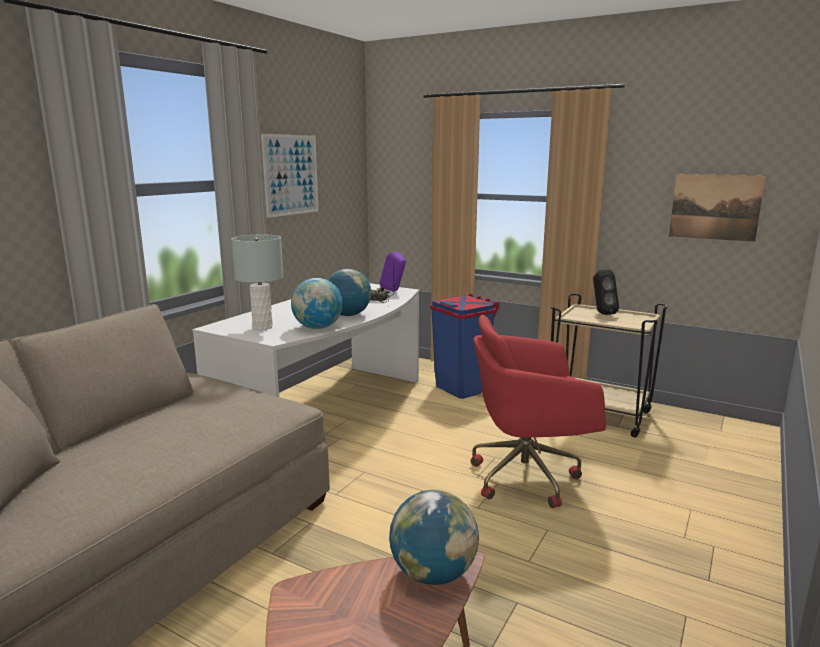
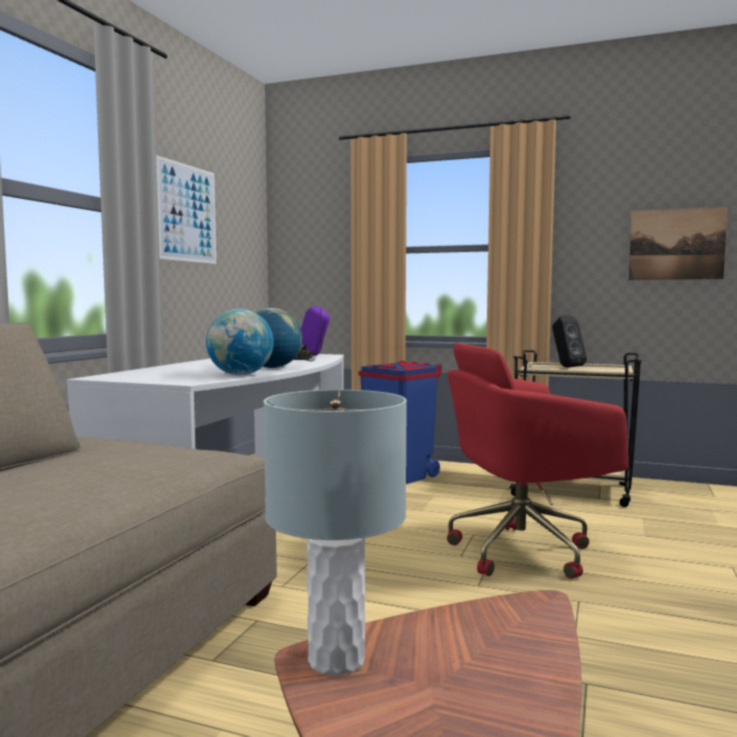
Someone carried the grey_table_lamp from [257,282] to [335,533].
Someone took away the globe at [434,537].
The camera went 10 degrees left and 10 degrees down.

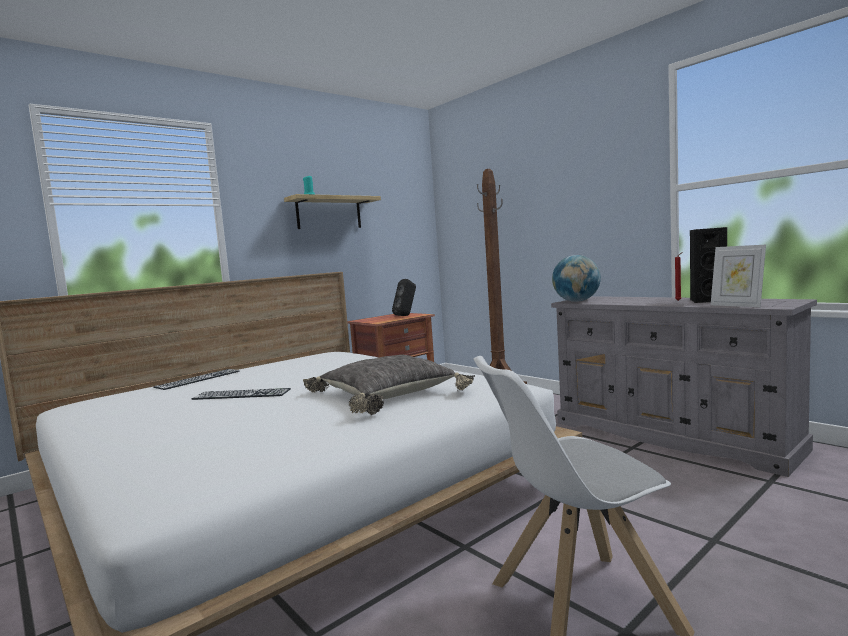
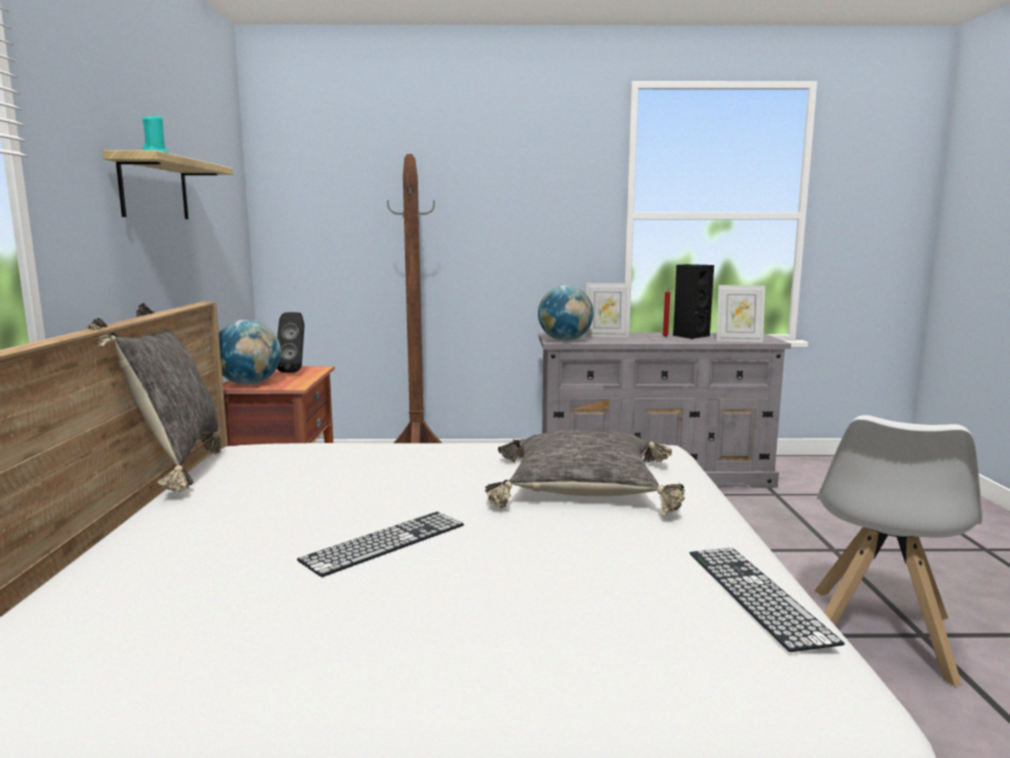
Someone put down the pillow at [154,397].
Someone put down the globe at [250,352].
Someone put down the picture_frame at [607,310].
Someone carried the keyboard from [196,379] to [767,599].
The camera went 50 degrees left and 5 degrees up.

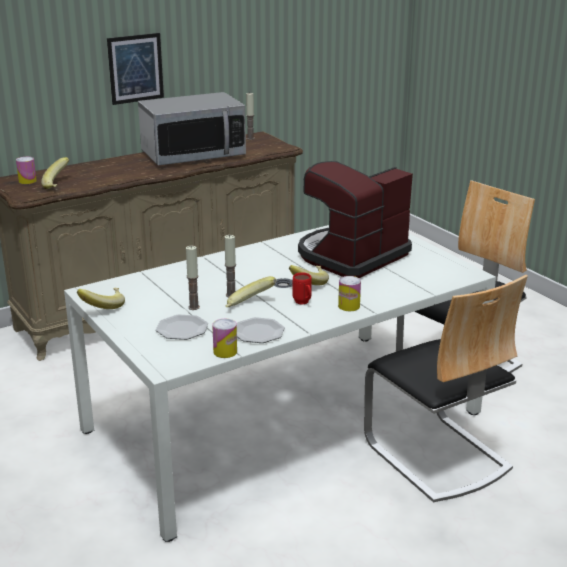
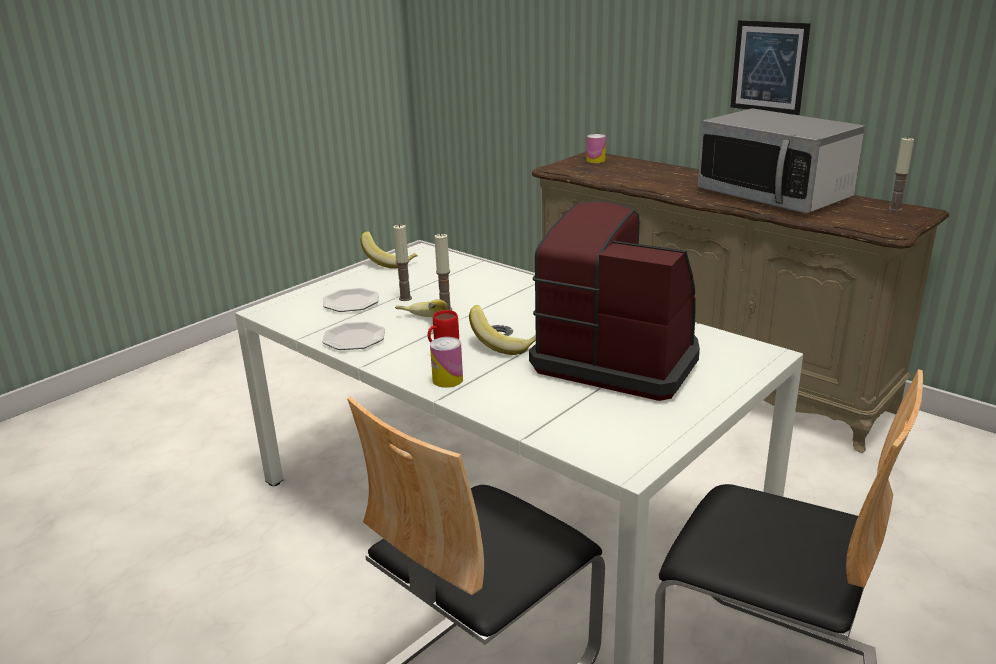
Someone took away the banana at [55,173].
Someone took away the can at [224,338].
The camera went 75 degrees right and 0 degrees up.

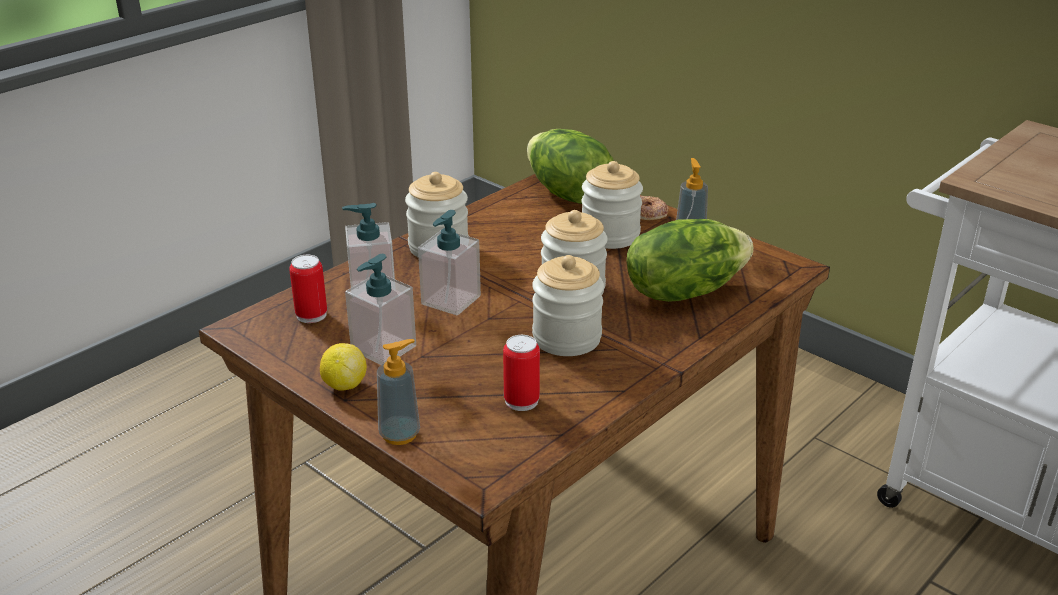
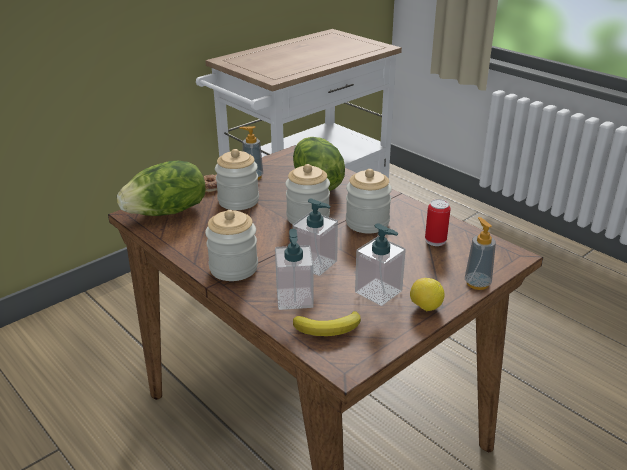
Someone swapped the can at [308,289] for the banana at [327,323].
The camera went 85 degrees left and 0 degrees up.

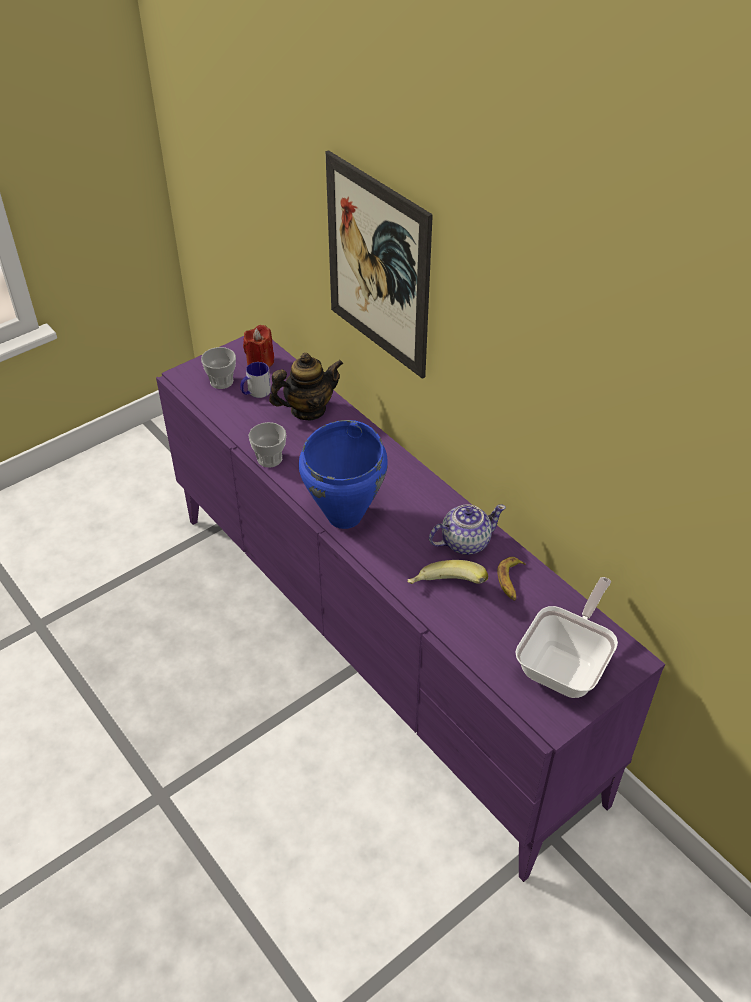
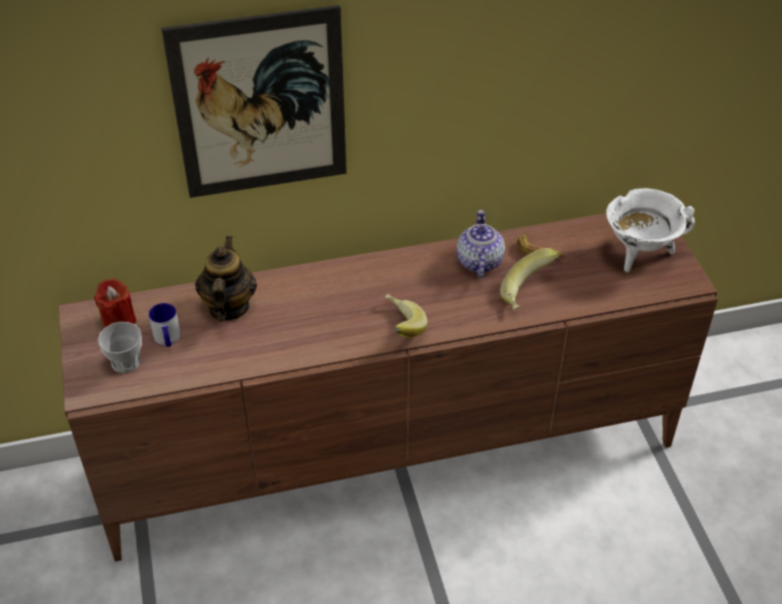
Someone repainted the purple_cabinet at [410,609], which became the brown_cabinet at [388,387].
Someone swapped the blue_cooking_pot at [343,474] for the banana at [406,316].
Someone swapped the frying_pan at [566,637] for the white_cooking_pot at [650,230].
Someone took away the cup at [267,445].
The camera went 65 degrees left and 0 degrees up.

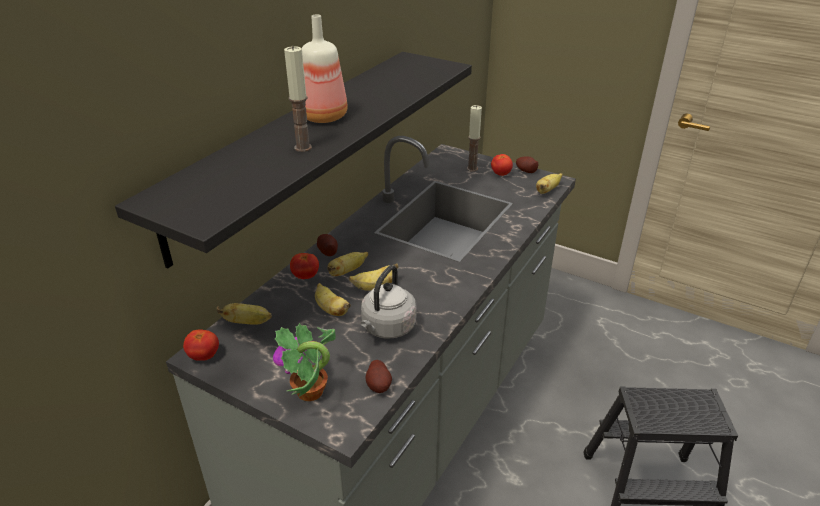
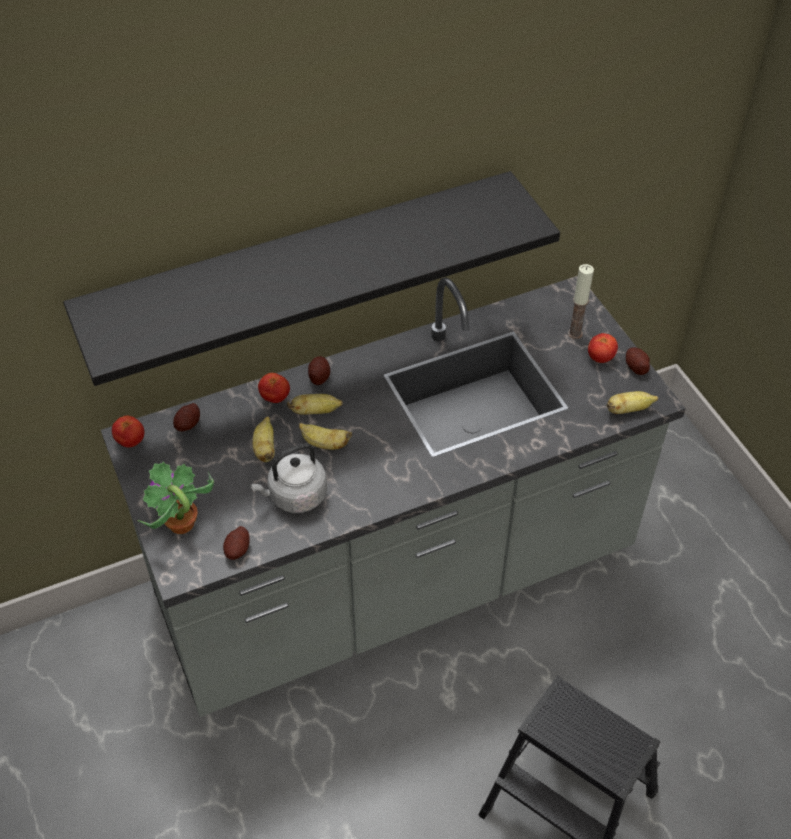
Someone swapped the banana at [244,314] for the potato at [186,417].
Someone took away the candle at [298,98].
Someone took away the bottle at [325,68].
The camera went 35 degrees right and 15 degrees up.

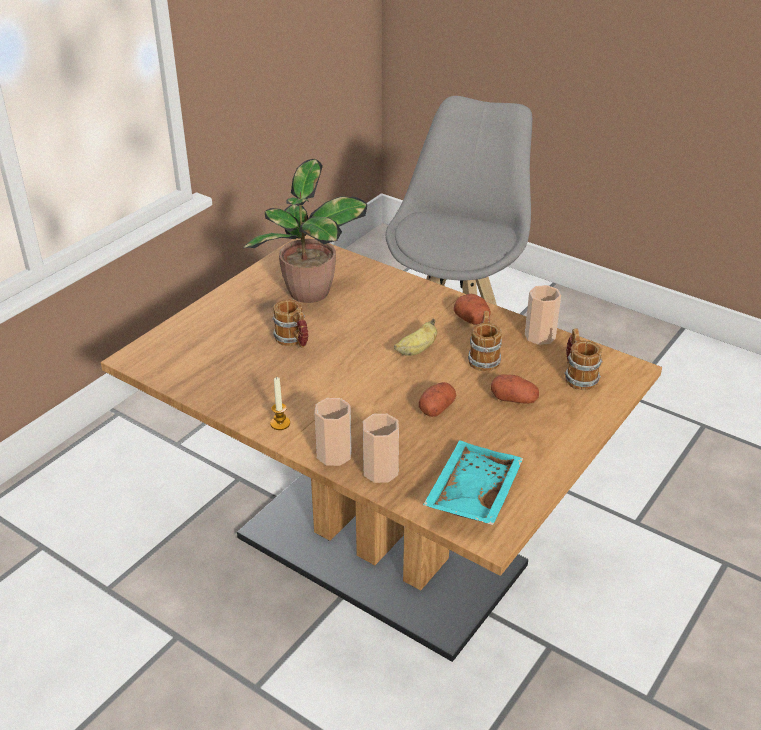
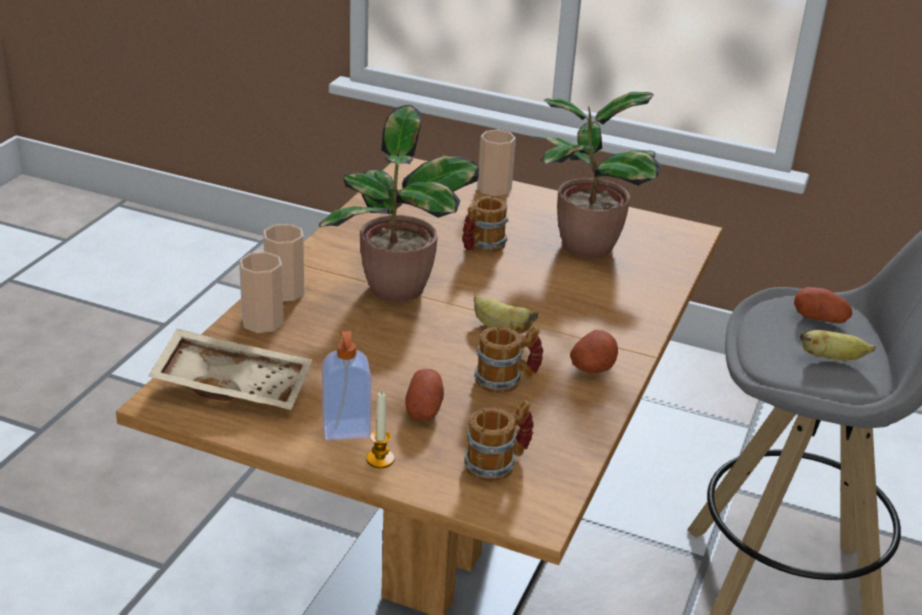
Someone repainted the turquoise_tray at [473,482], which became the beige_tray at [231,369].
Someone put down the potted_plant at [399,203].
Someone put down the soap_dispenser at [346,385].
Someone carried the candle from [280,403] to [380,430].
Someone carried the cup from [543,315] to [496,163].
Someone carried the potato from [438,399] to [823,305].
Someone put down the banana at [838,345].
The camera went 75 degrees right and 5 degrees down.

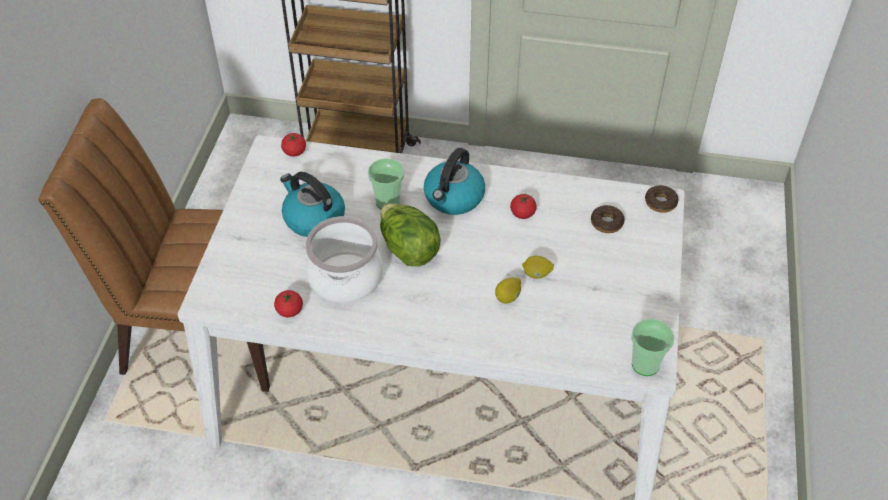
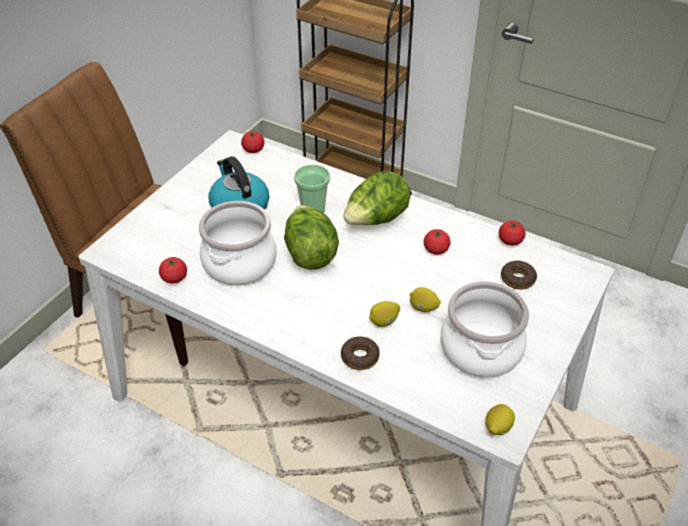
Someone carried the donut from [661,199] to [360,353].
Someone swapped the kettle at [454,181] for the lettuce at [377,198].
Someone put down the cooking_pot at [484,329].
Someone swapped the cup at [652,347] for the lemon at [500,419].
Someone put down the tomato at [512,233].
The camera went 20 degrees right and 5 degrees down.

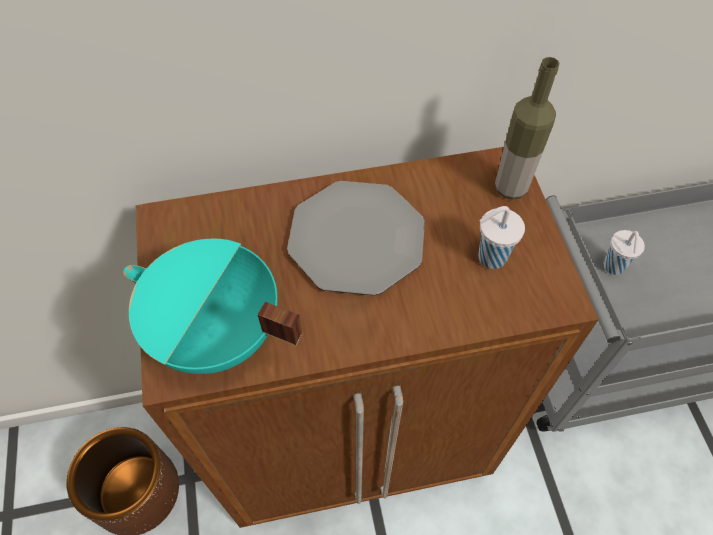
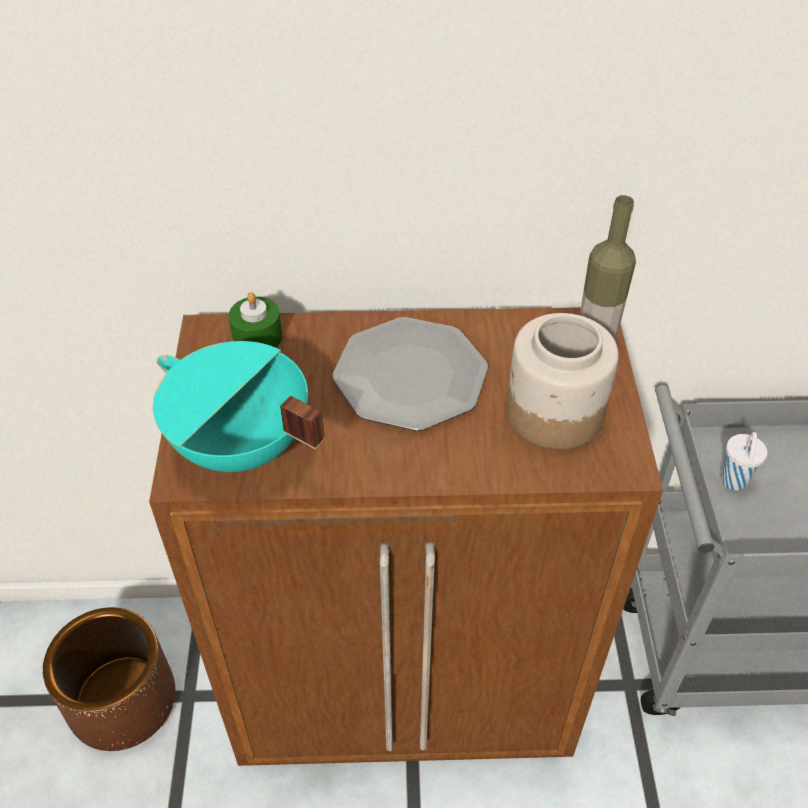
Someone put down the green_candle at [255,320].
Someone swapped the white_cup at [501,237] for the jar at [563,381].
The camera went 10 degrees right and 10 degrees down.

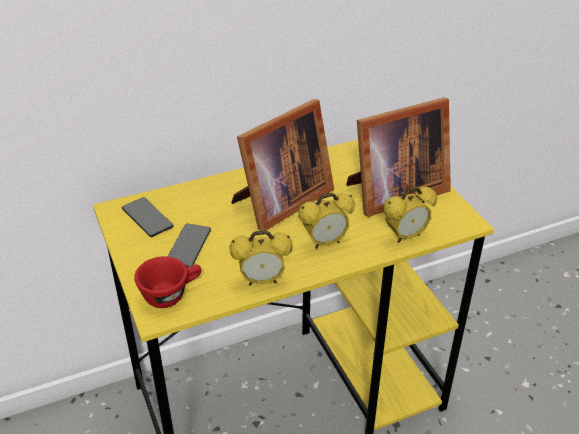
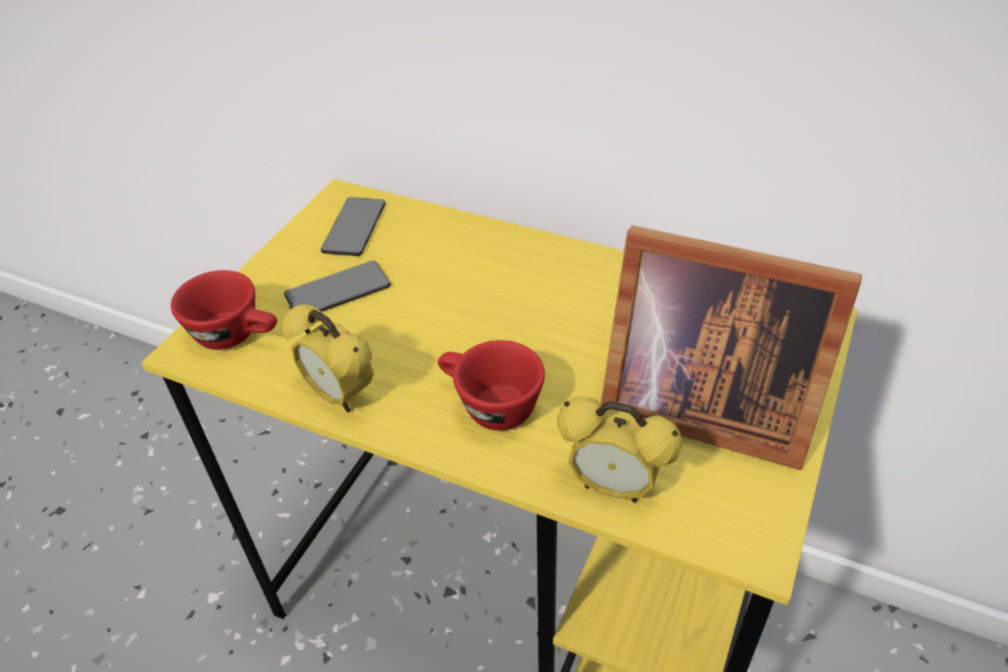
Someone swapped the alarm_clock at [326,220] for the red_cup at [491,385].
Someone took away the picture_frame at [282,165].
The camera went 50 degrees right and 5 degrees up.

